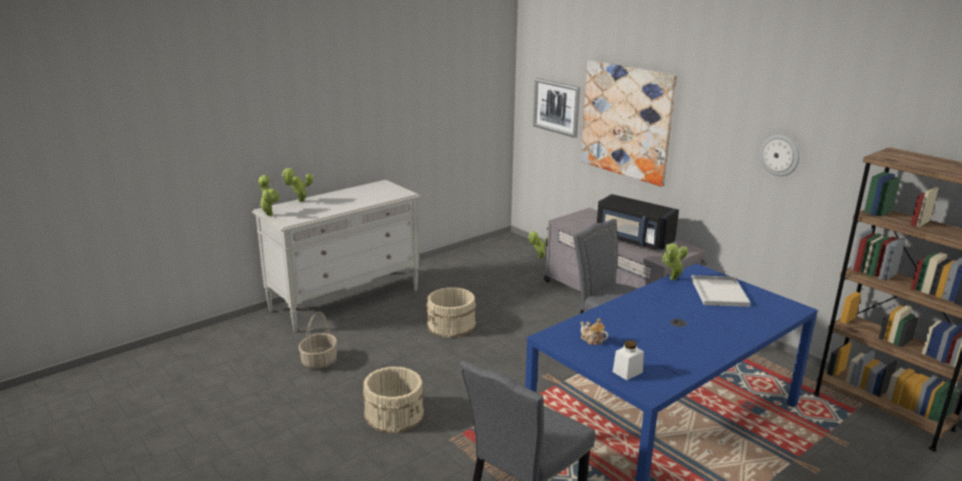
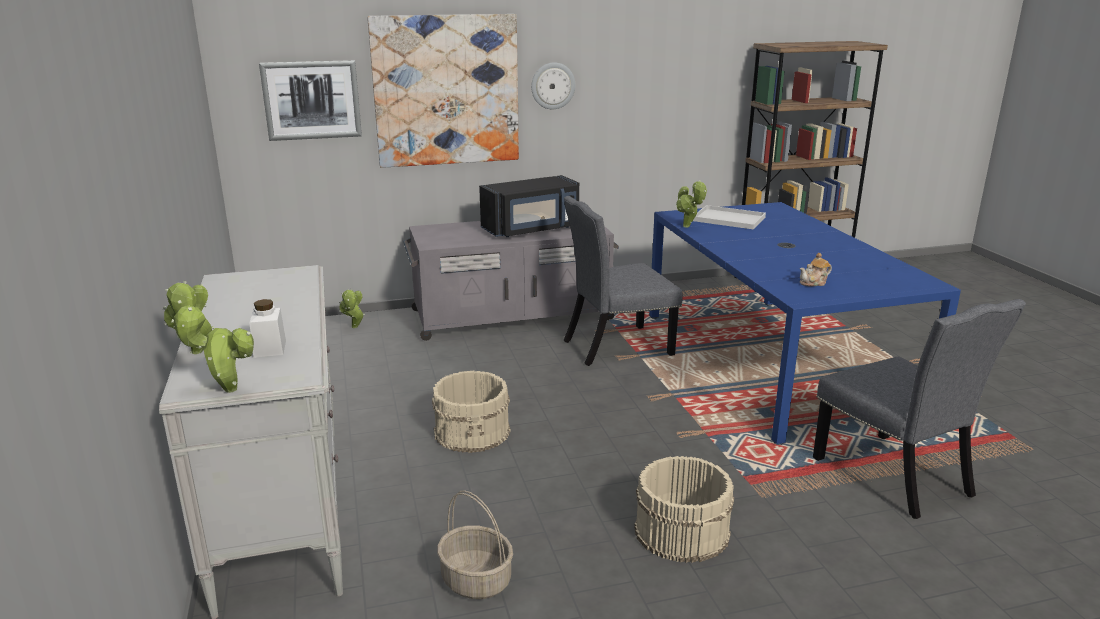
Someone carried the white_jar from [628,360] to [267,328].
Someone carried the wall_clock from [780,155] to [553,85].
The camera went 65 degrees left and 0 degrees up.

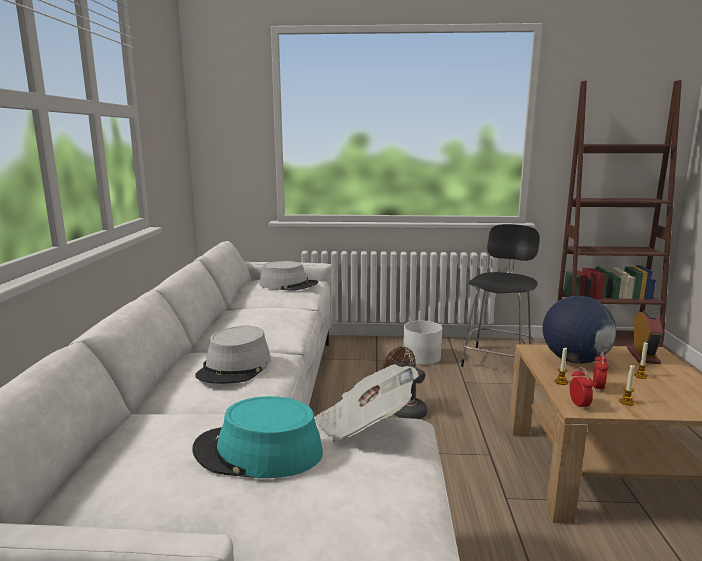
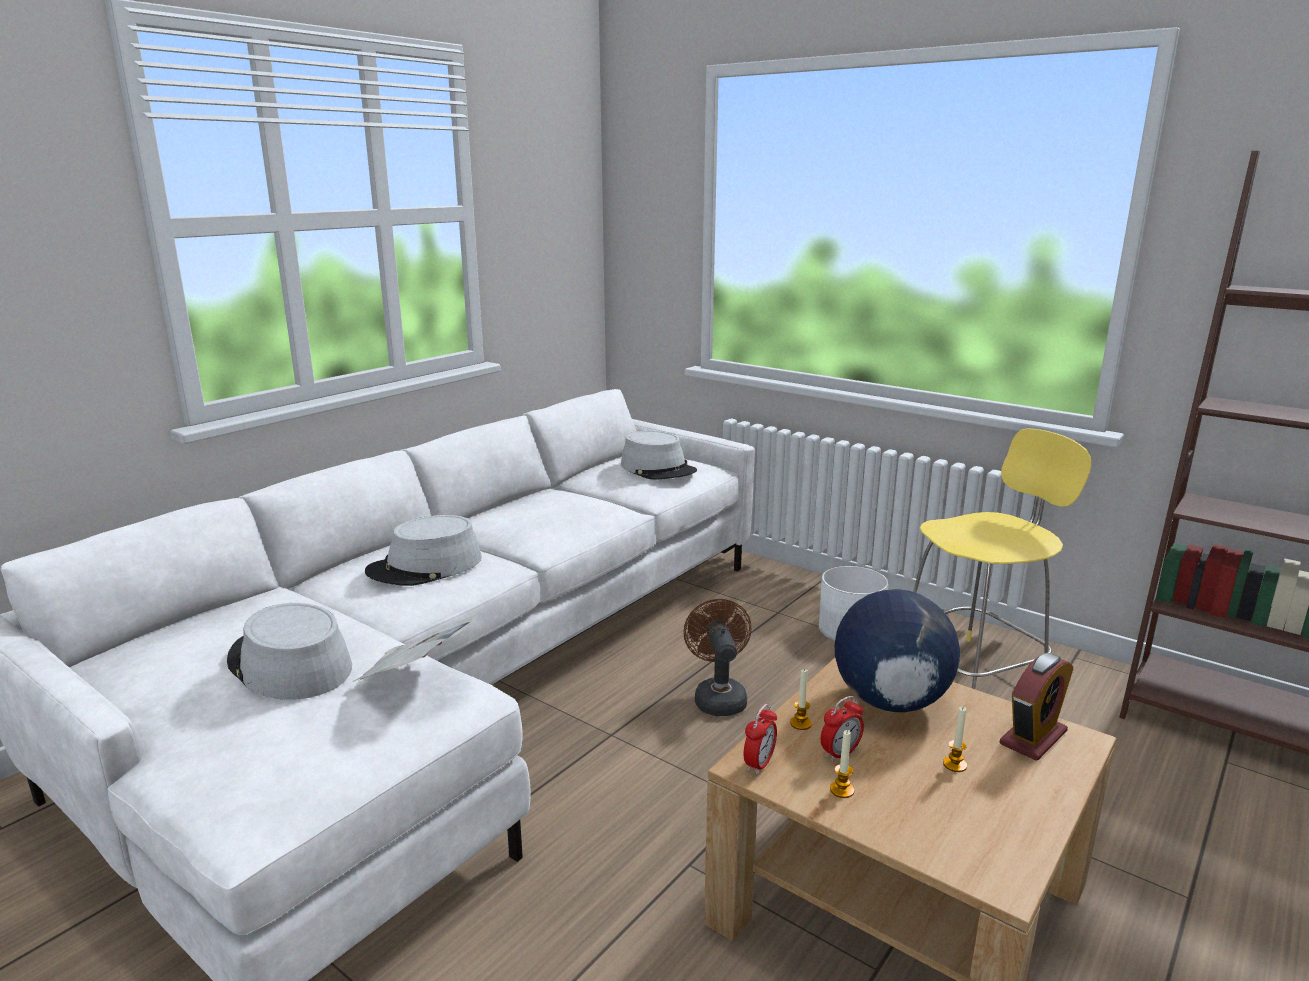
Someone repainted the turquoise_hat at [257,437], which became the grey_hat at [289,651].
Someone repainted the black_stool at [500,295], which became the yellow_stool at [1002,559].
The camera went 35 degrees right and 5 degrees up.

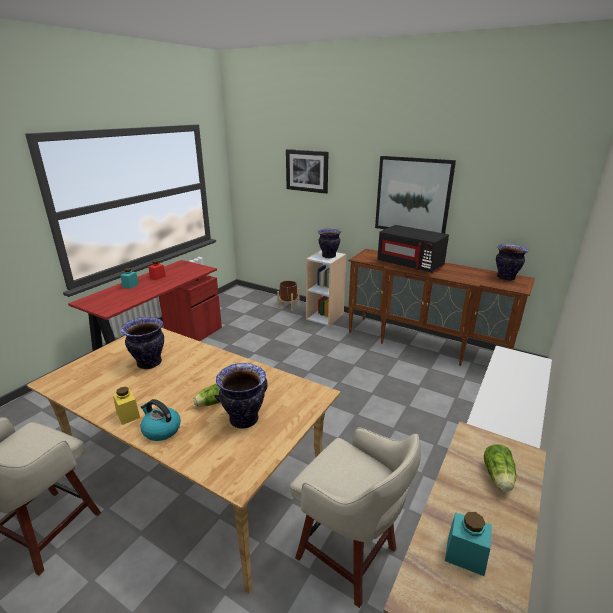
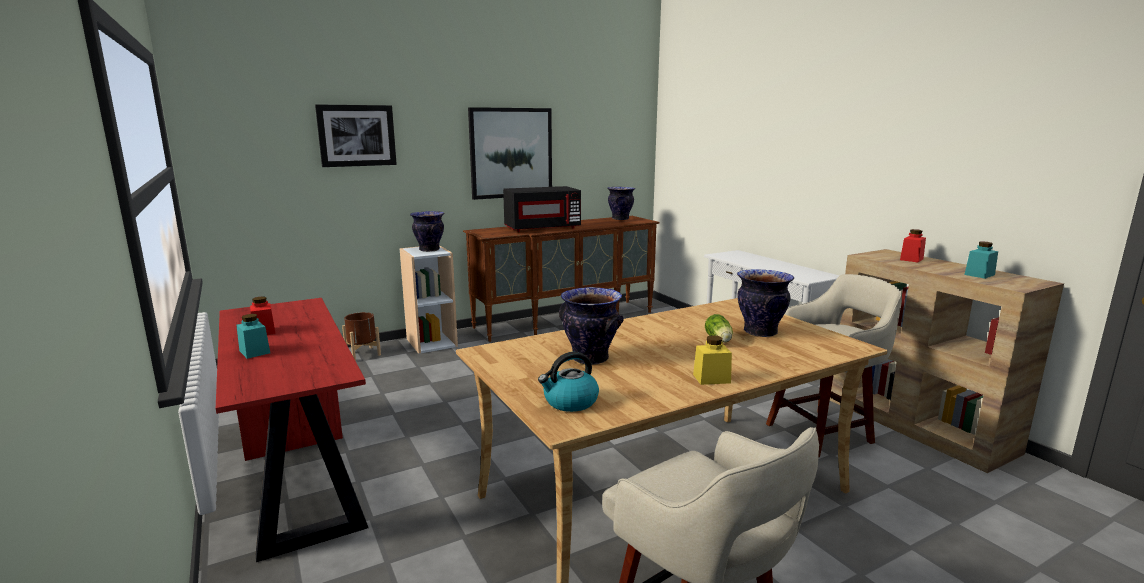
Someone carried the kettle from [160,420] to [568,382].
Someone swapped the lettuce at [500,468] for the red_jar at [913,246].
The camera went 60 degrees left and 10 degrees down.

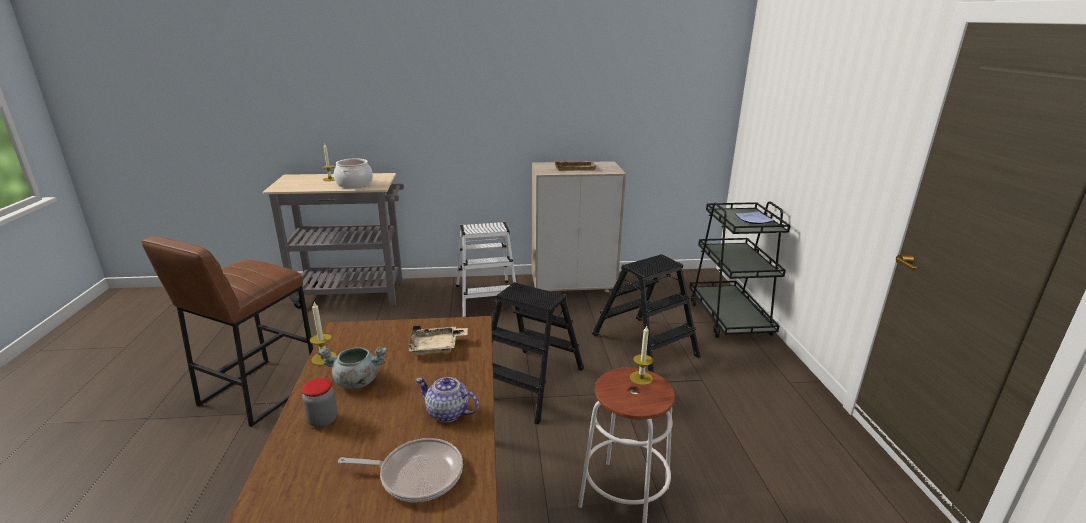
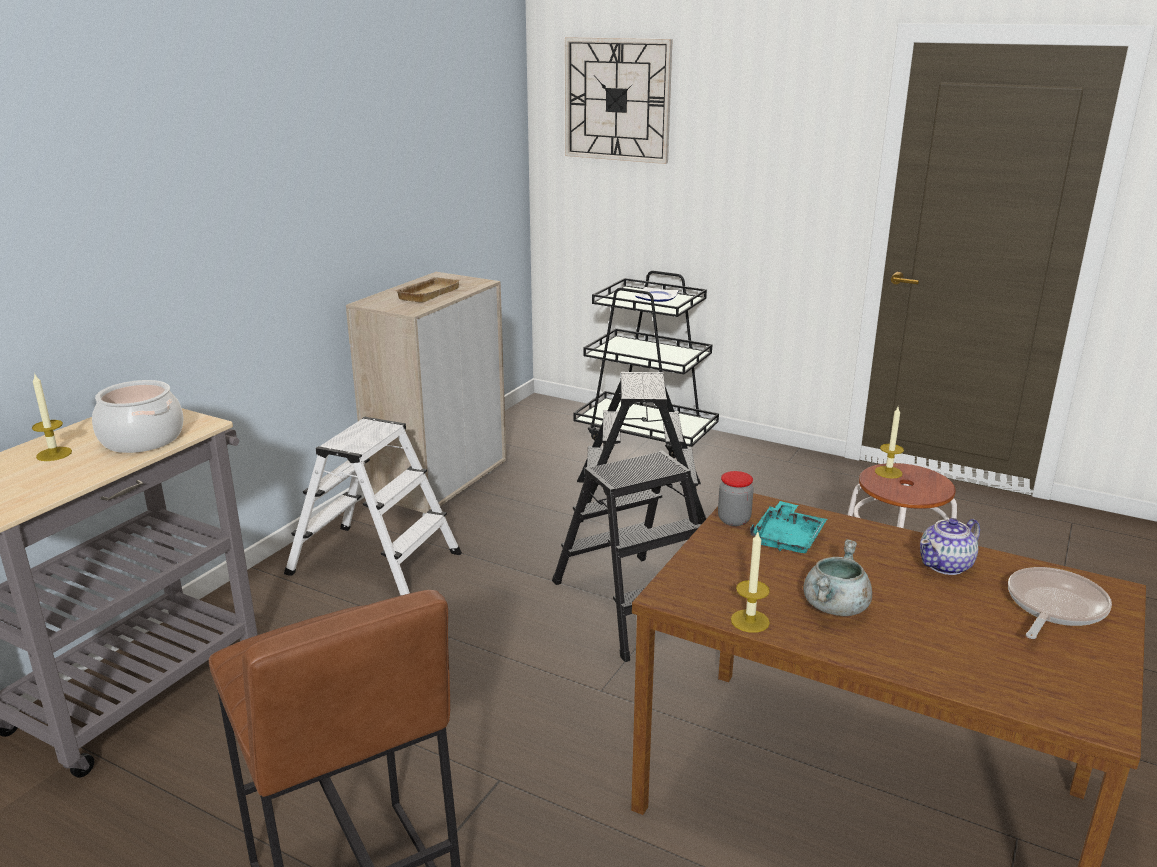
Someone put up the wall_clock at [619,100].
Someone carried the jar from [319,403] to [736,498].
Someone repainted the beige_tray at [438,340], which became the turquoise_tray at [788,527].
The camera went 55 degrees left and 0 degrees up.

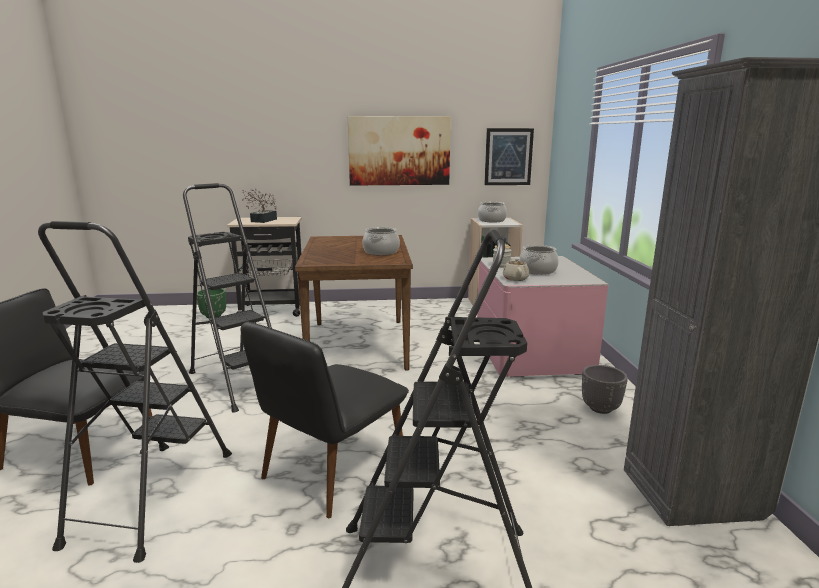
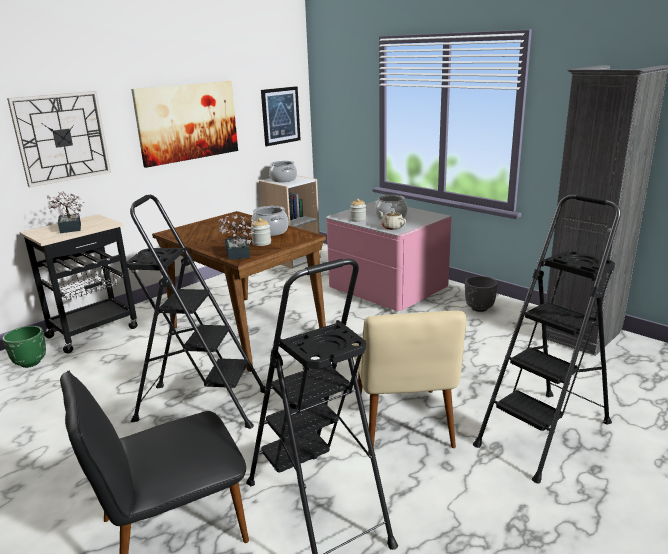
Someone put up the wall_clock at [59,139].
Someone put down the potted_plant at [237,237].
Someone put down the jar at [261,232].
Someone repainted the black_chair at [325,420], which became the beige_chair at [409,382].
The camera went 40 degrees left and 5 degrees up.

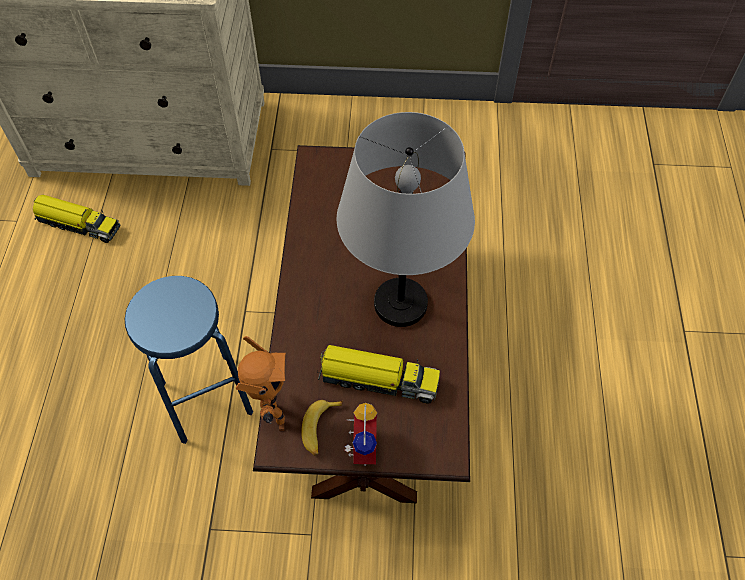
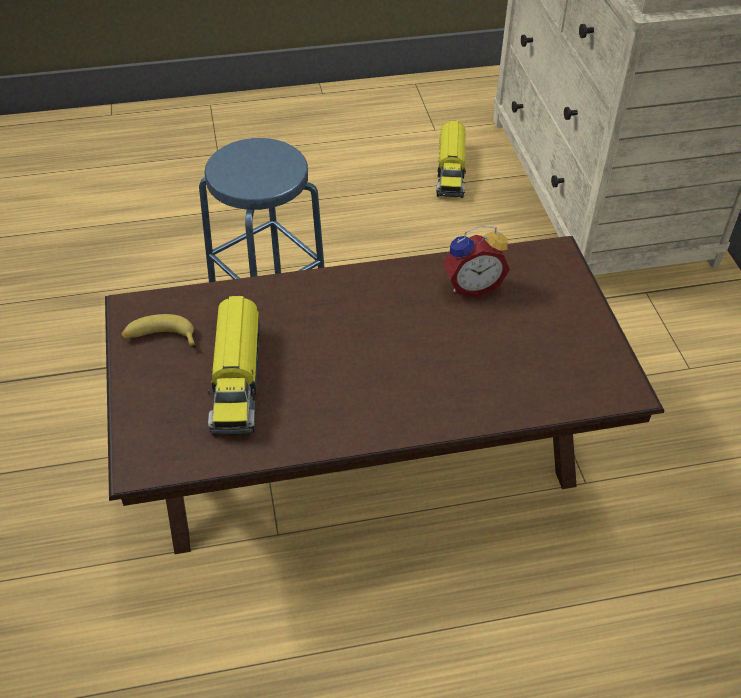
Someone carried the alarm_clock from [361,434] to [476,261].
Someone took away the toy_robot at [261,383].
Someone took away the grey_table_lamp at [406,219].
The camera went 75 degrees right and 10 degrees down.

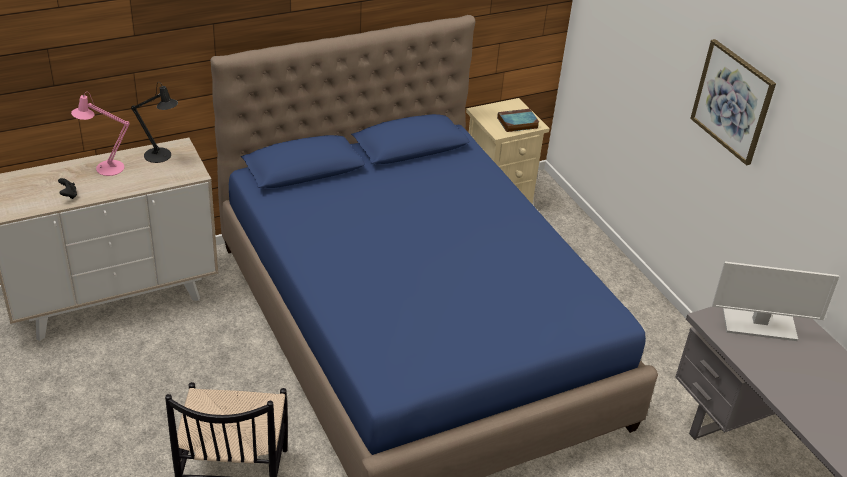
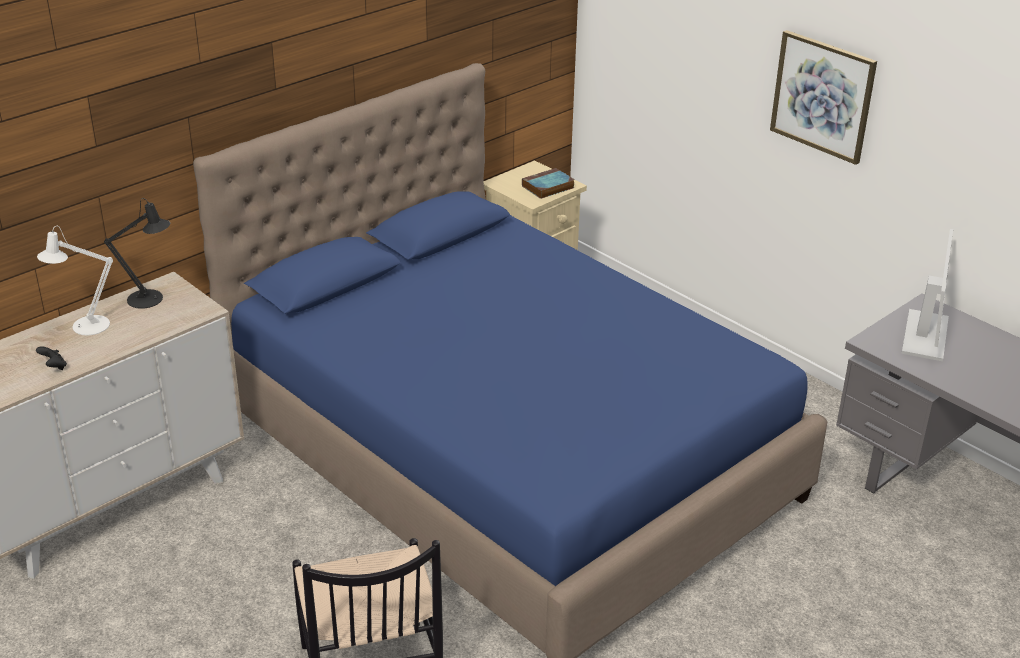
Someone repainted the pink_table_lamp at [100,134], which became the white_table_lamp at [75,281].
Someone rotated the monitor at [775,301] by 60 degrees counterclockwise.
The camera went 15 degrees left and 5 degrees down.

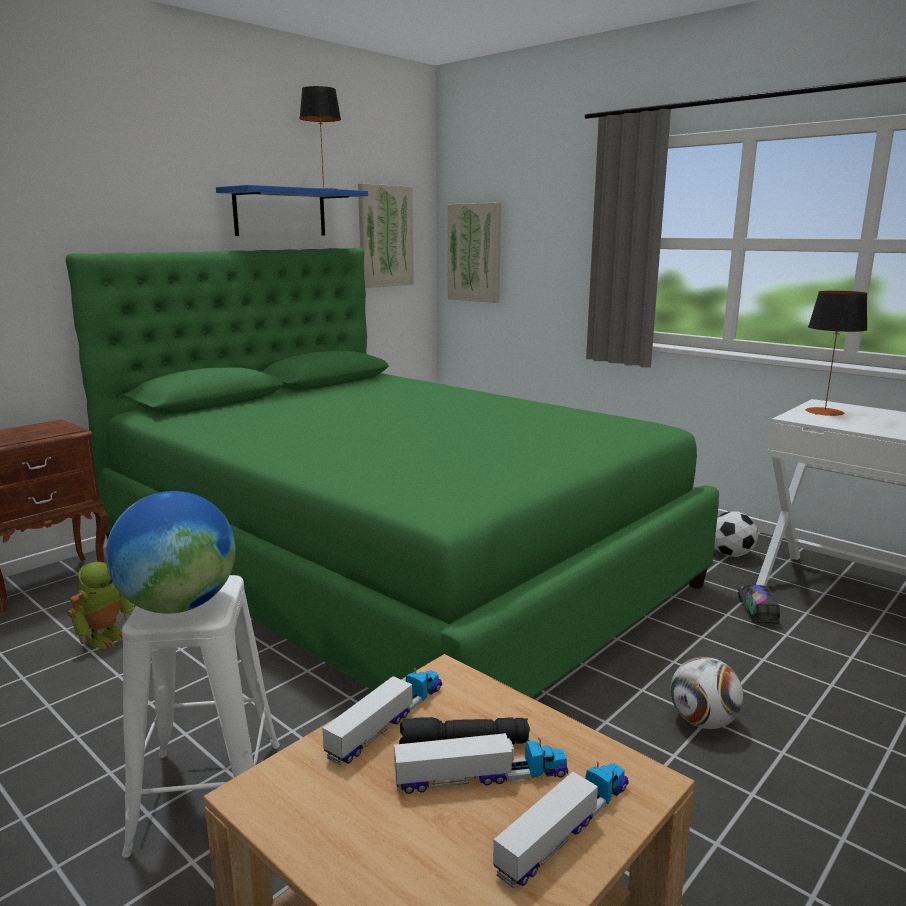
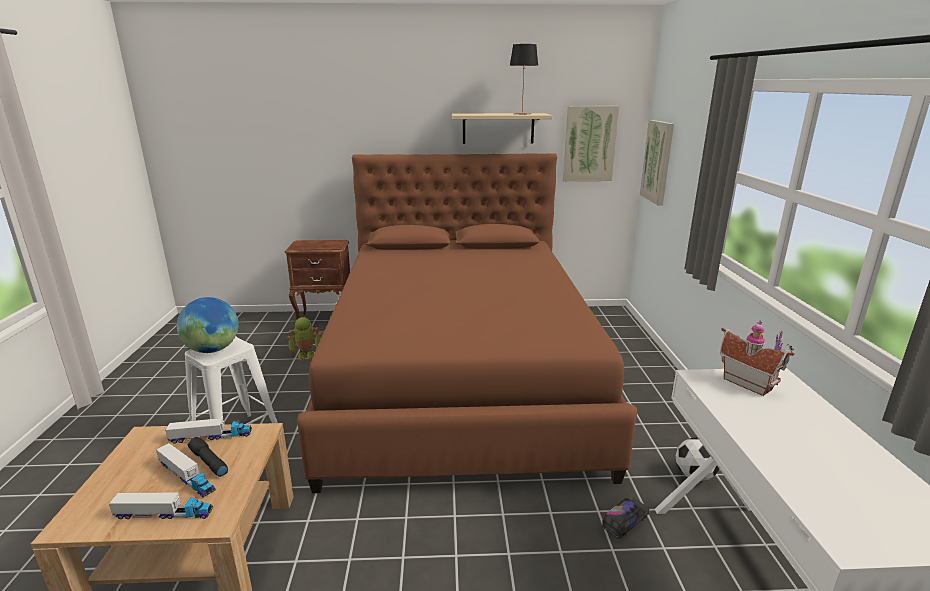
Someone repainted the green_bed at [392,473], which became the brown_bed at [467,323].
Someone repainted the blue_shelf at [292,210], which became the beige_shelf at [502,128].
Someone swapped the table_lamp at [836,353] for the toy_house at [757,358].
Someone took away the football at [707,693].
The camera went 45 degrees right and 5 degrees up.

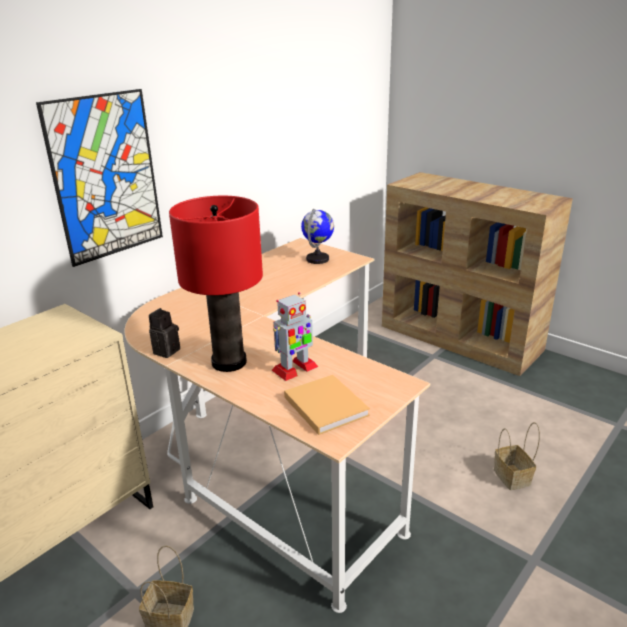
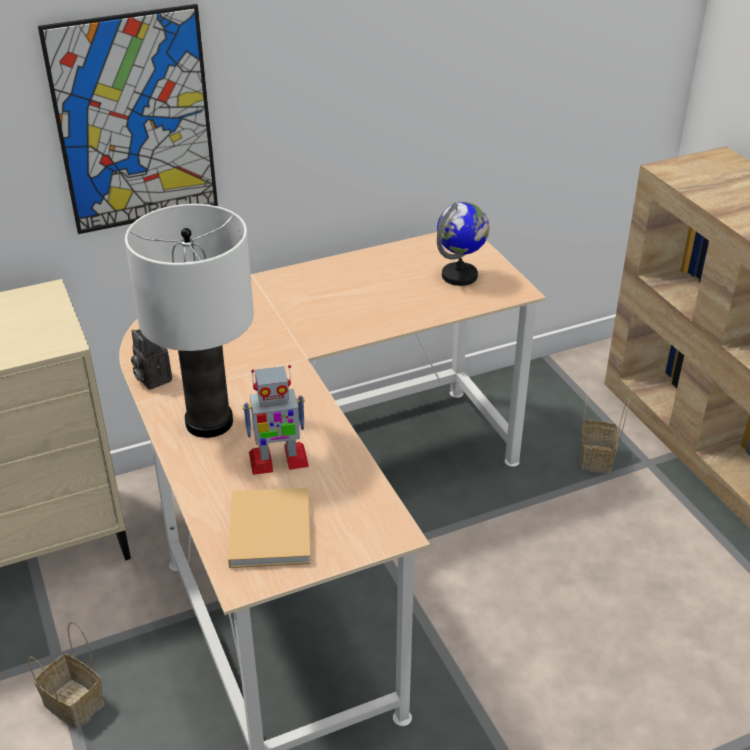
Someone repainted the red_table_lamp at [216,284], which became the white_table_lamp at [189,321].
Someone rotated the photo_camera at [164,333] by 90 degrees counterclockwise.
Someone carried the basket from [517,456] to [604,433].
The camera went 25 degrees right and 10 degrees up.

